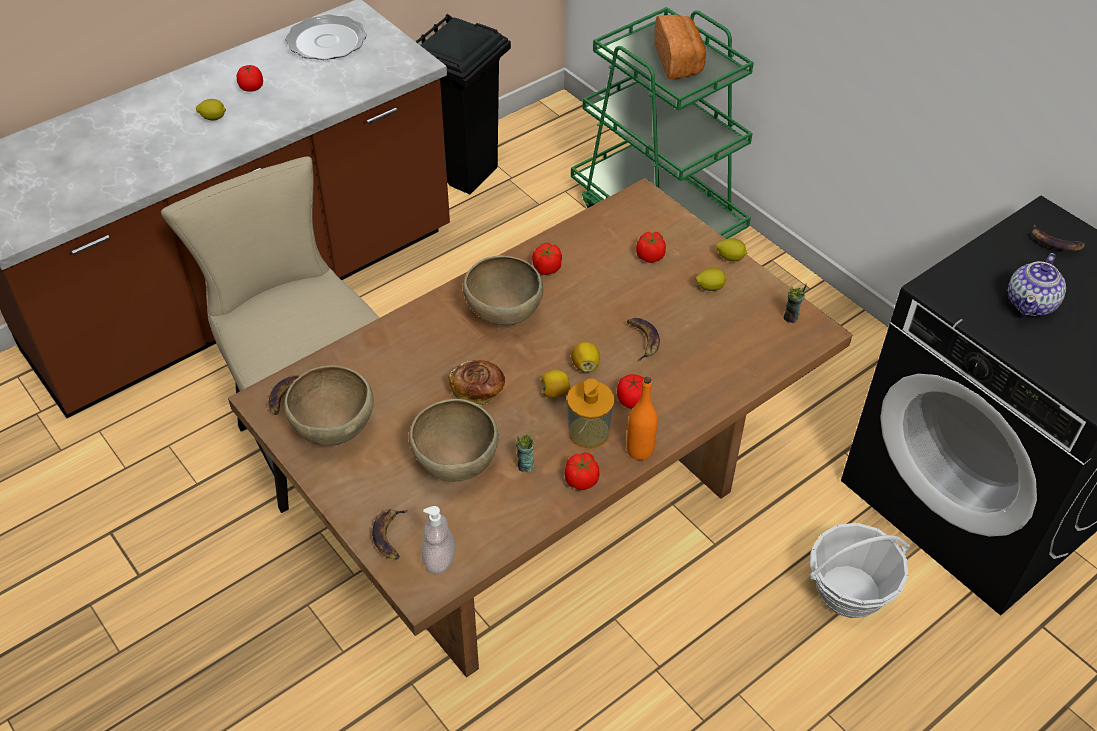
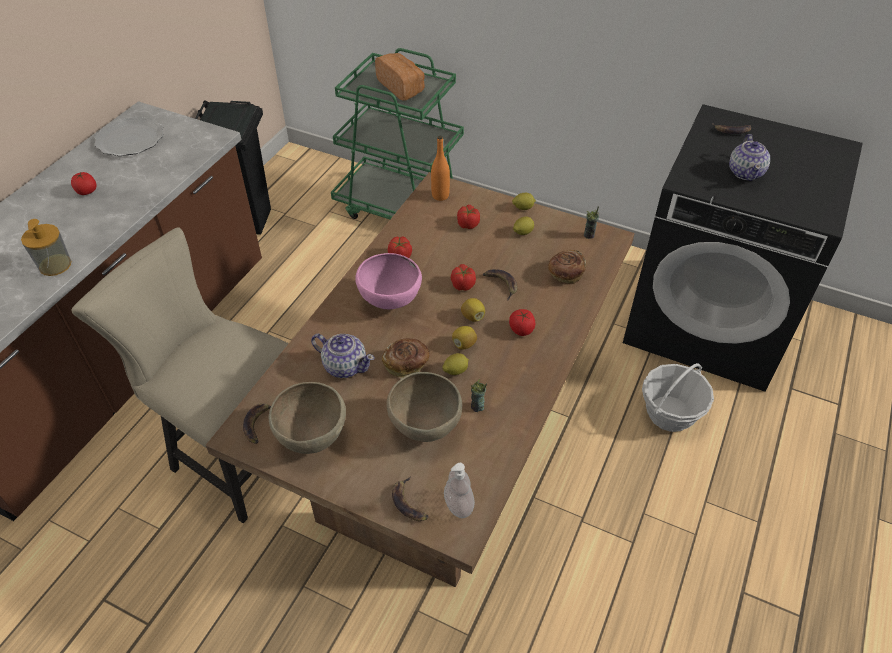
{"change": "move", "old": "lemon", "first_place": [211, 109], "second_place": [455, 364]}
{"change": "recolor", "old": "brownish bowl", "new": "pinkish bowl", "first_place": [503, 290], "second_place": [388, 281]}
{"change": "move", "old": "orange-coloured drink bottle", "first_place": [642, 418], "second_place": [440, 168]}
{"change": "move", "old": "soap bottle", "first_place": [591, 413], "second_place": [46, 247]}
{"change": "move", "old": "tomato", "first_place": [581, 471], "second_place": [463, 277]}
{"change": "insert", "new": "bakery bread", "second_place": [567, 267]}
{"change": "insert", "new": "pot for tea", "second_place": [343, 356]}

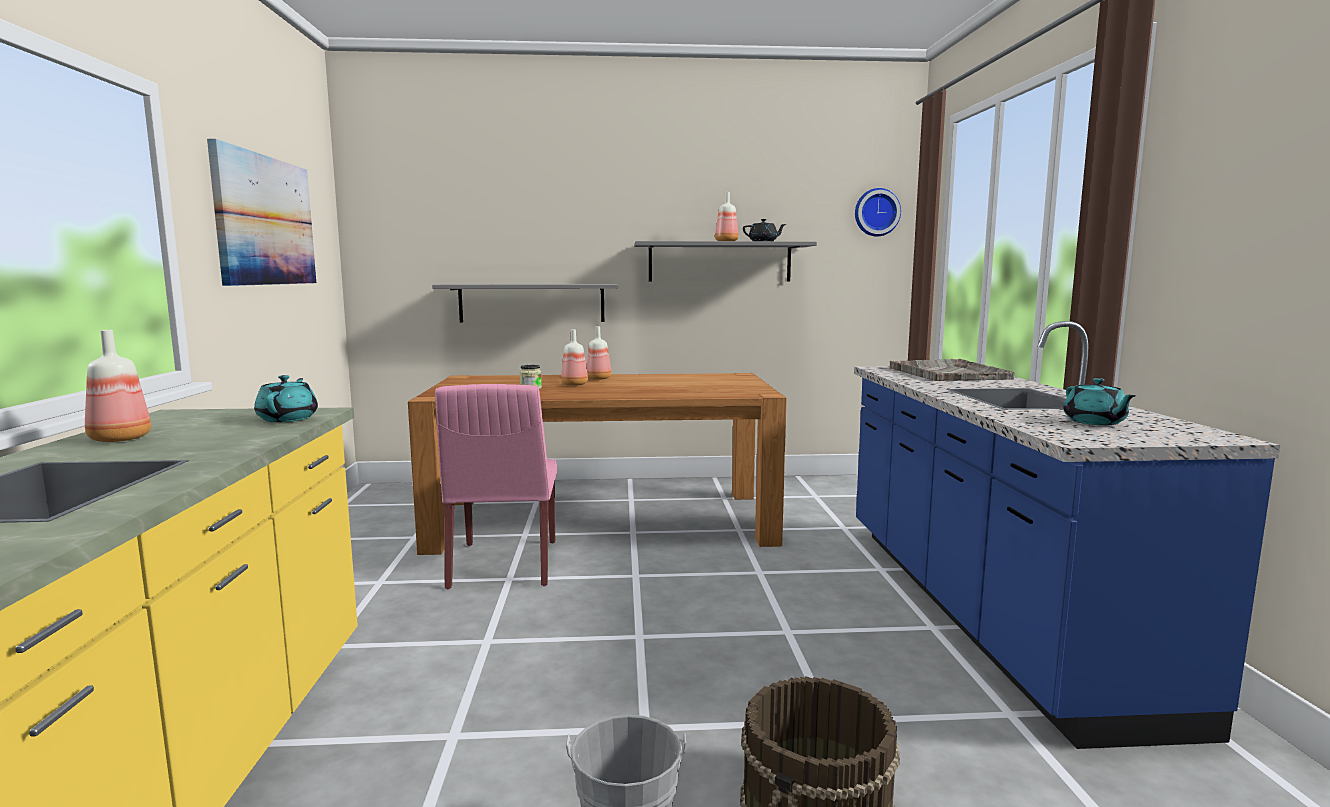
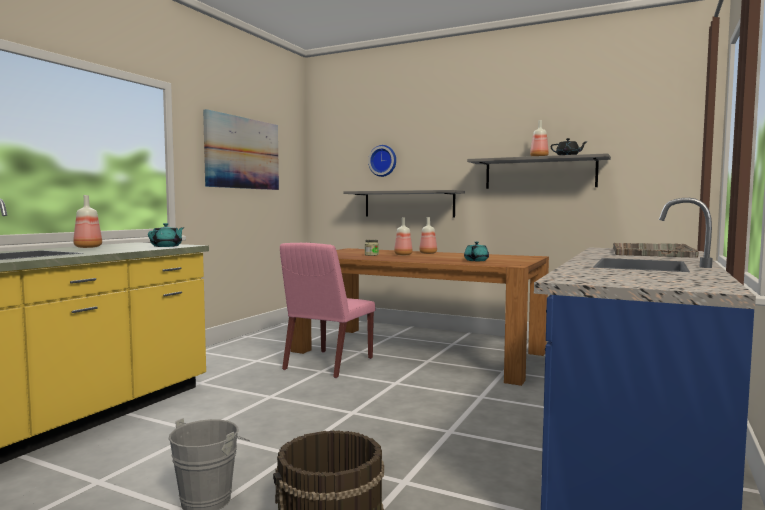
{"change": "move", "old": "clock on the wall", "first_place": [878, 212], "second_place": [382, 161]}
{"change": "move", "old": "turquoise-coloured pot for tea", "first_place": [1099, 401], "second_place": [476, 251]}

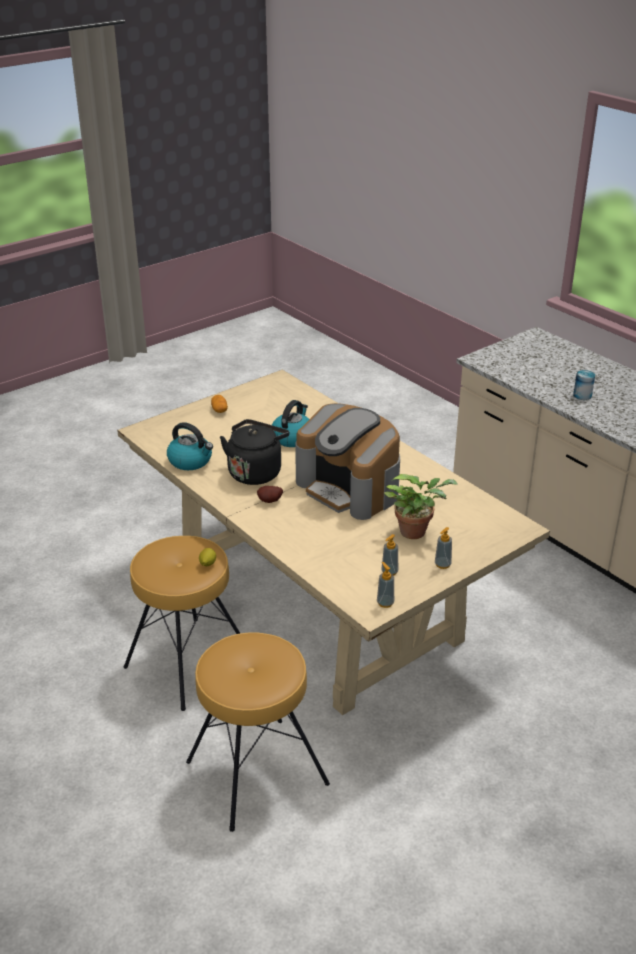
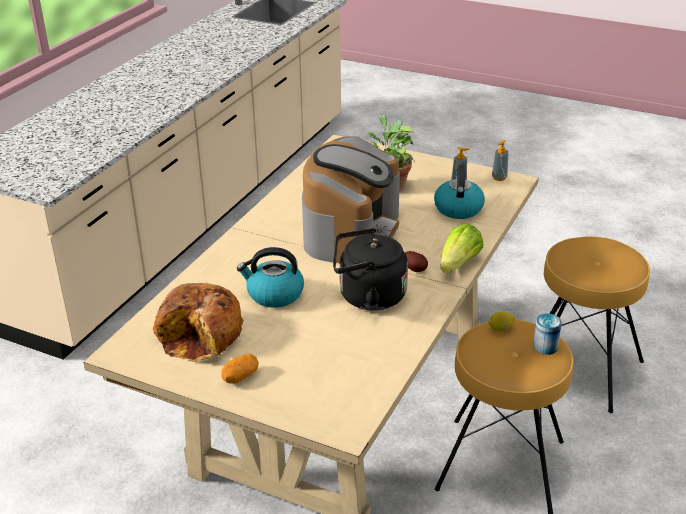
{"change": "move", "old": "sealed can", "first_place": [584, 385], "second_place": [547, 334]}
{"change": "move", "old": "water kettle", "first_place": [190, 446], "second_place": [459, 191]}
{"change": "delete", "old": "soap bottle", "first_place": [443, 548]}
{"change": "insert", "new": "lettuce", "second_place": [461, 248]}
{"change": "insert", "new": "bakery bread", "second_place": [198, 322]}

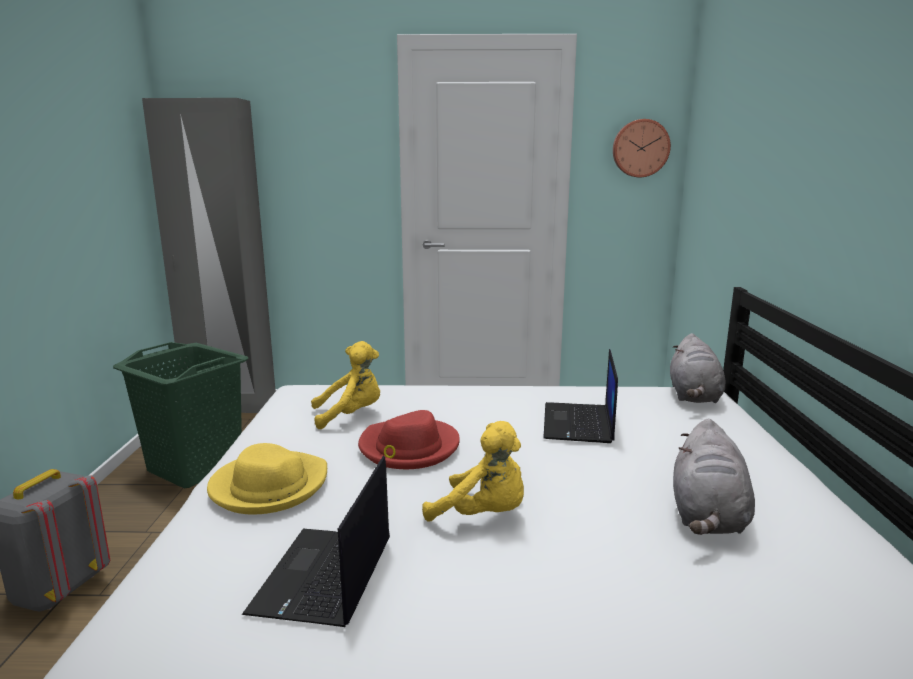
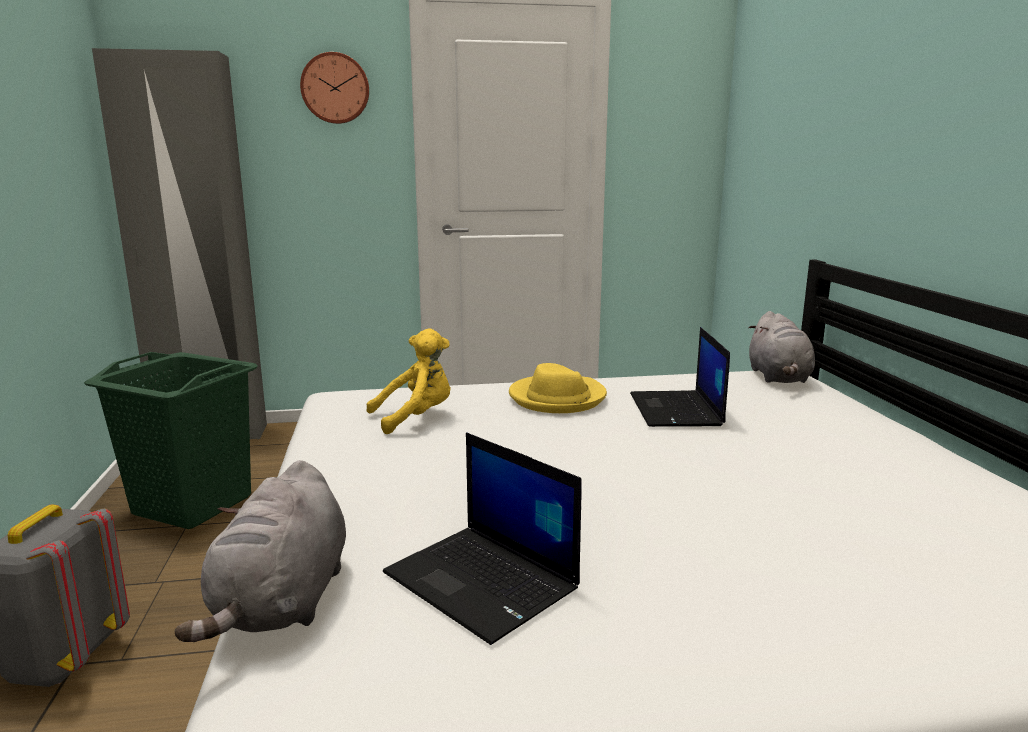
{"change": "move", "old": "clock on the wall", "first_place": [642, 148], "second_place": [334, 88]}
{"change": "delete", "old": "red hat", "first_place": [409, 439]}
{"change": "move", "old": "grey plush toy", "first_place": [714, 477], "second_place": [260, 551]}
{"change": "delete", "old": "yellow-coloured plush toy", "first_place": [473, 471]}
{"change": "move", "old": "yellow-coloured hat", "first_place": [267, 478], "second_place": [558, 388]}
{"change": "rotate", "old": "laptop", "first_place": [316, 541], "second_place": [482, 538], "degrees": -45}

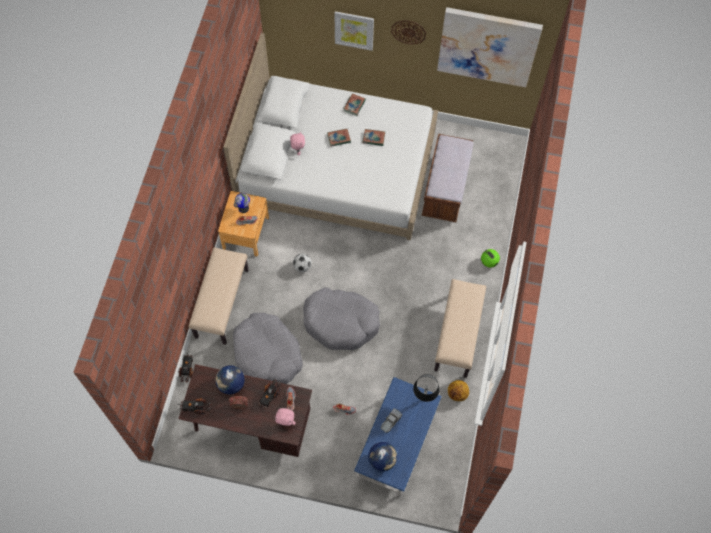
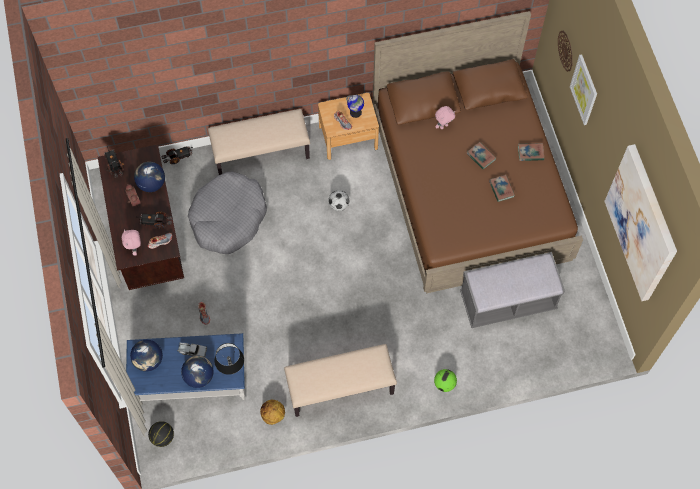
{"change": "move", "old": "clock on the wall", "first_place": [408, 32], "second_place": [565, 51]}
{"change": "recolor", "old": "whitish bedroom bed", "new": "brownish bedroom bed", "first_place": [330, 136], "second_place": [478, 152]}
{"change": "recolor", "old": "brownish bench", "new": "grey bench", "first_place": [448, 178], "second_place": [512, 290]}
{"change": "delete", "old": "grey pet bed", "first_place": [341, 318]}
{"change": "insert", "new": "desk globe", "second_place": [197, 372]}
{"change": "insert", "new": "basketball", "second_place": [161, 434]}

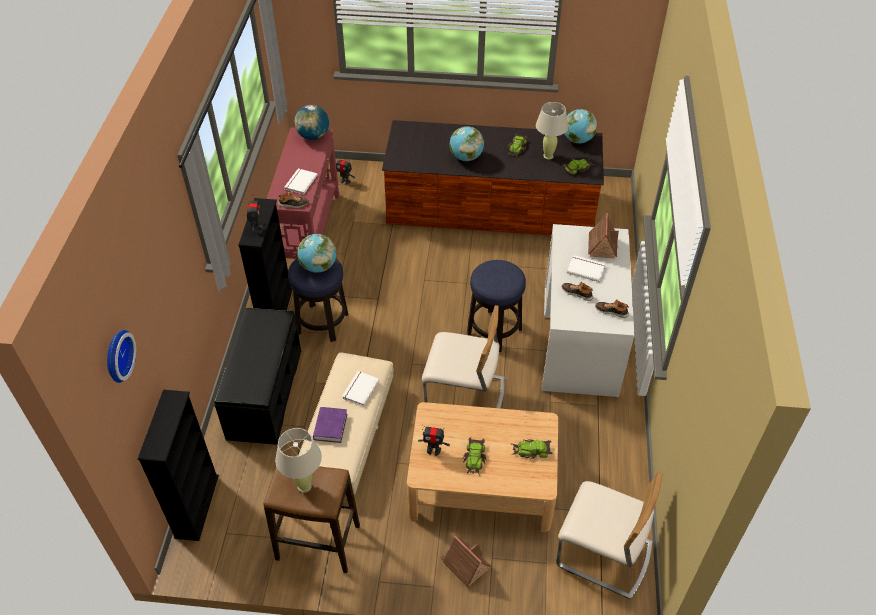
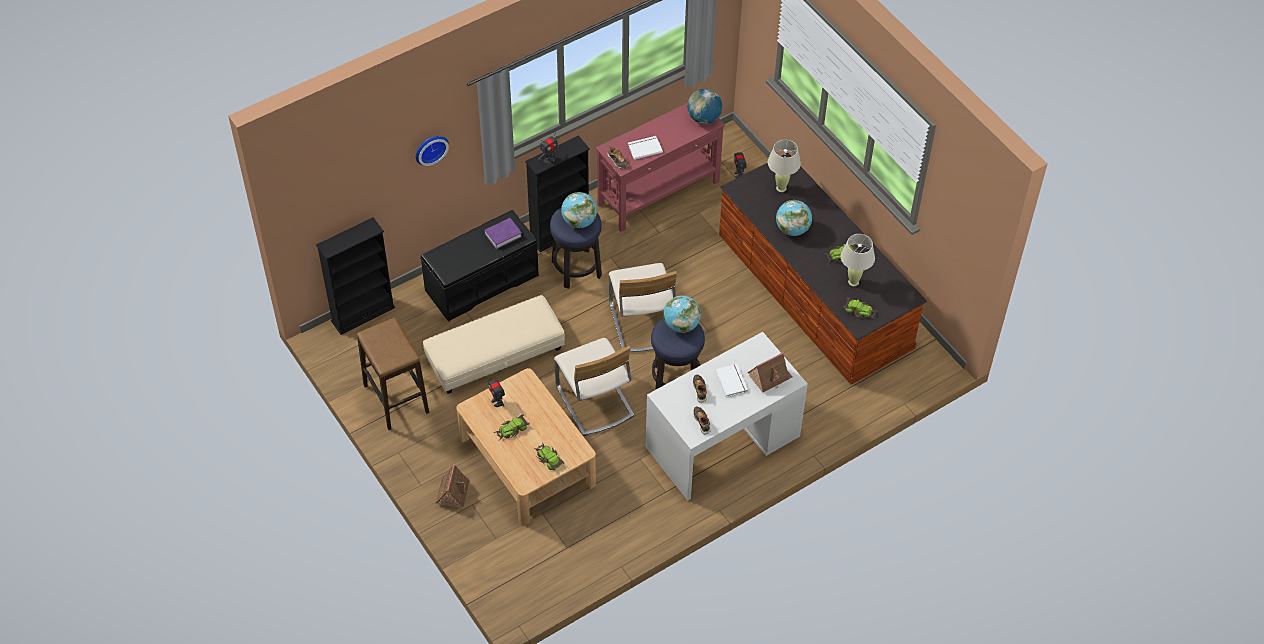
{"change": "move", "old": "desk globe", "first_place": [580, 126], "second_place": [682, 314]}
{"change": "move", "old": "clock on the wall", "first_place": [121, 356], "second_place": [432, 151]}
{"change": "delete", "old": "whitish volume", "first_place": [361, 388]}
{"change": "move", "old": "purple-coloured volume", "first_place": [330, 425], "second_place": [503, 233]}
{"change": "move", "old": "sand-coloured lamp for a table", "first_place": [298, 460], "second_place": [784, 166]}
{"change": "move", "old": "sand-coloured upright chair", "first_place": [609, 535], "second_place": [643, 307]}

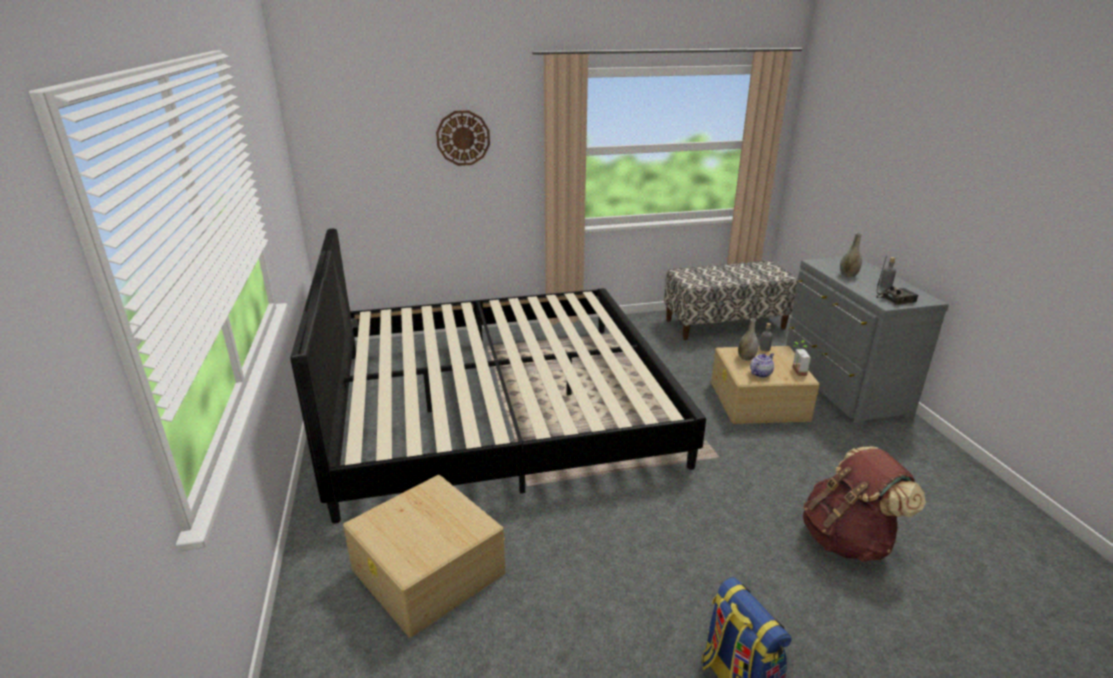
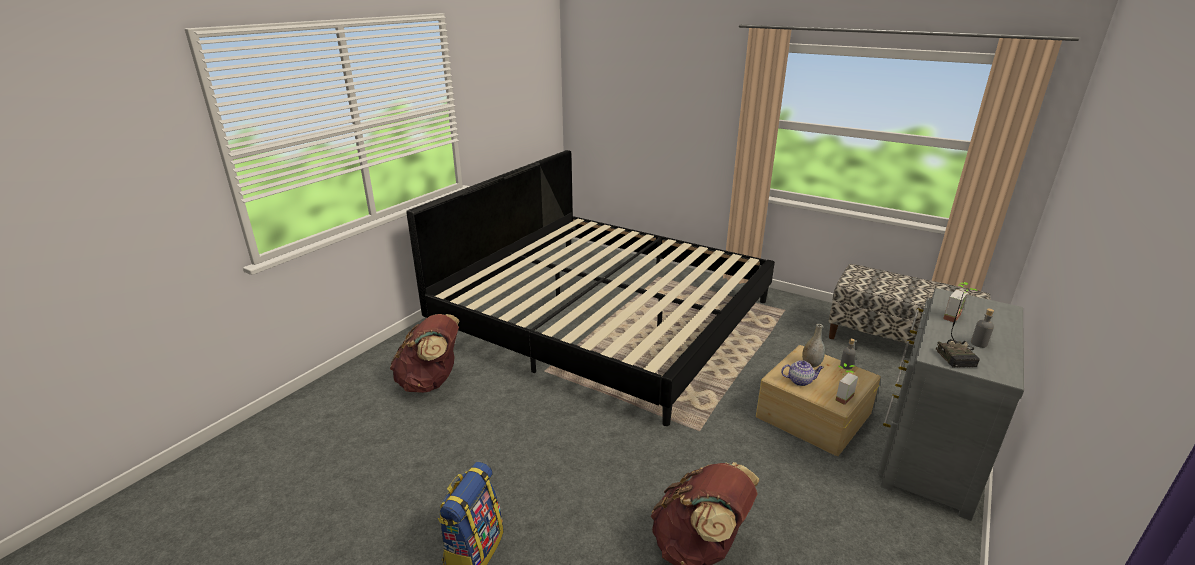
{"change": "delete", "old": "clock on the wall", "first_place": [463, 138]}
{"change": "replace", "old": "grey vase", "new": "houseplant", "first_place": [851, 255], "second_place": [960, 302]}
{"change": "rotate", "old": "radio receiver", "first_place": [897, 280], "second_place": [957, 330], "degrees": 60}
{"change": "replace", "old": "sand-coloured storage container", "new": "brownish backpack", "first_place": [424, 556], "second_place": [424, 353]}

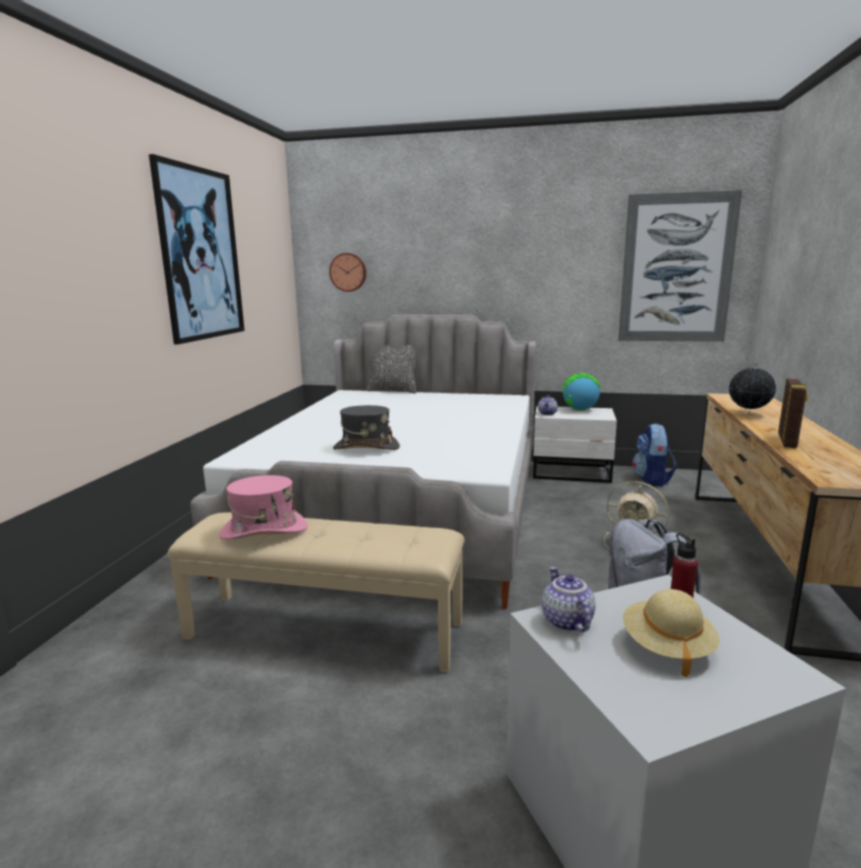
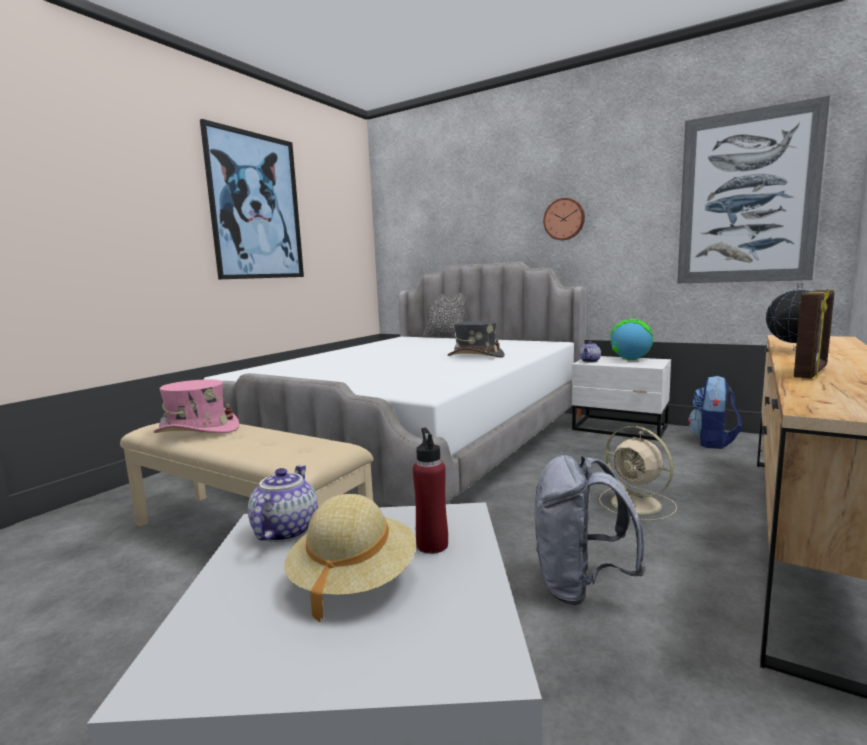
{"change": "move", "old": "clock on the wall", "first_place": [347, 272], "second_place": [564, 219]}
{"change": "move", "old": "grey hat", "first_place": [366, 427], "second_place": [476, 339]}

